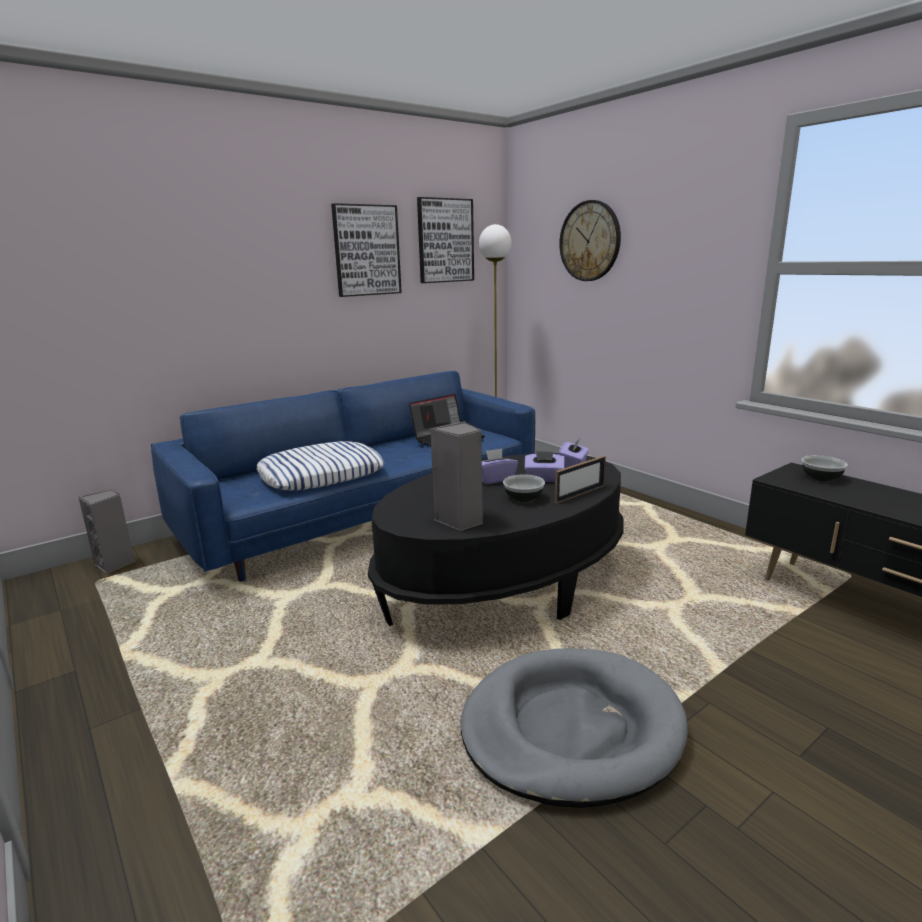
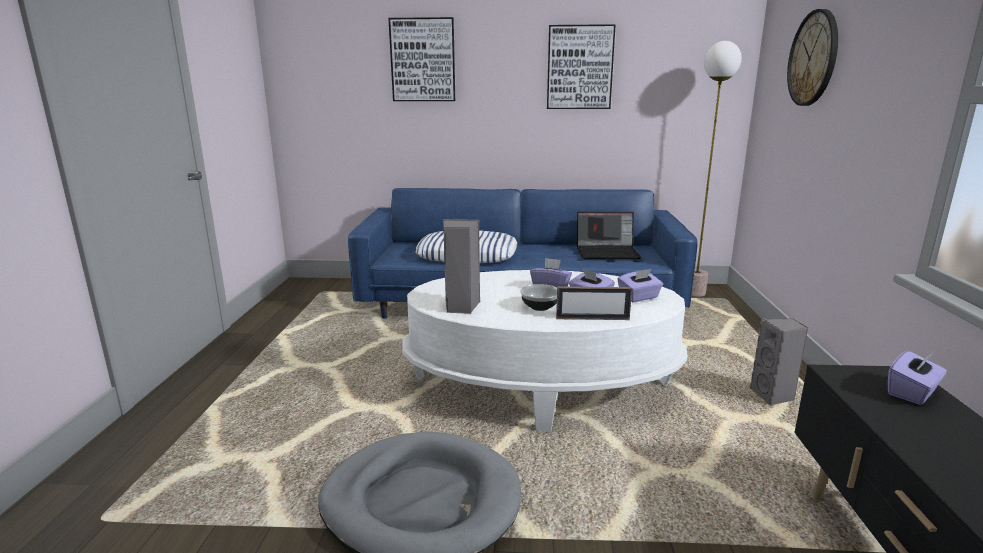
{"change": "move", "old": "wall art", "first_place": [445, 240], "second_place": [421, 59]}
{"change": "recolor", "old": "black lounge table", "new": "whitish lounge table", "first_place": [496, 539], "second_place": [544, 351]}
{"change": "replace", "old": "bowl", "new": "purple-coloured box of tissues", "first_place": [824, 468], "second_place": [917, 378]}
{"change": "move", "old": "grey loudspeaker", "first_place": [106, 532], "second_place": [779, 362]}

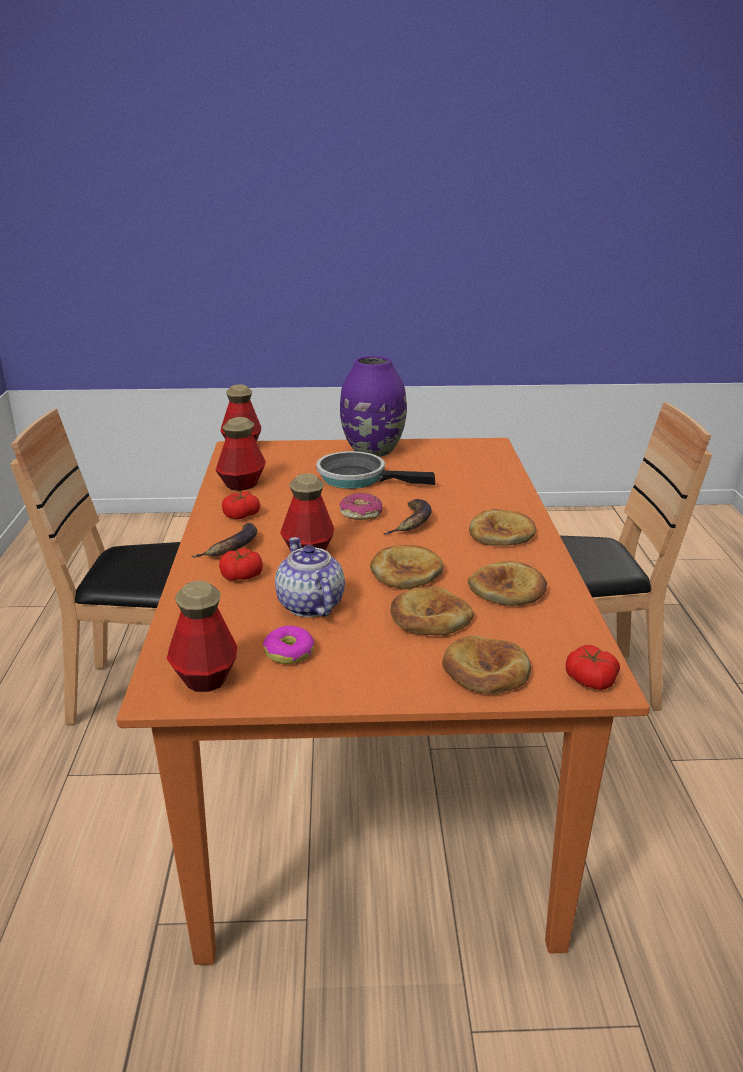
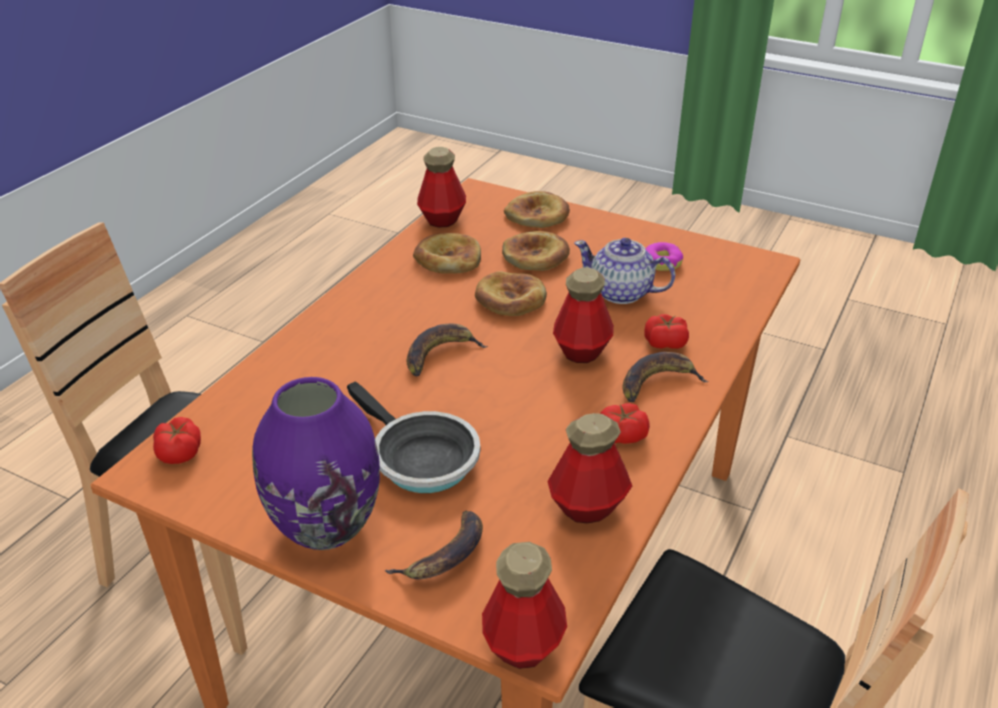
{"change": "delete", "old": "ring doughnut", "first_place": [361, 506]}
{"change": "delete", "old": "bakery bread", "first_place": [502, 527]}
{"change": "rotate", "old": "pot for tea", "first_place": [310, 577], "second_place": [624, 271], "degrees": 105}
{"change": "move", "old": "drink bottle", "first_place": [202, 636], "second_place": [441, 187]}
{"change": "move", "old": "tomato", "first_place": [593, 667], "second_place": [177, 440]}
{"change": "insert", "new": "whole banana", "second_place": [434, 545]}

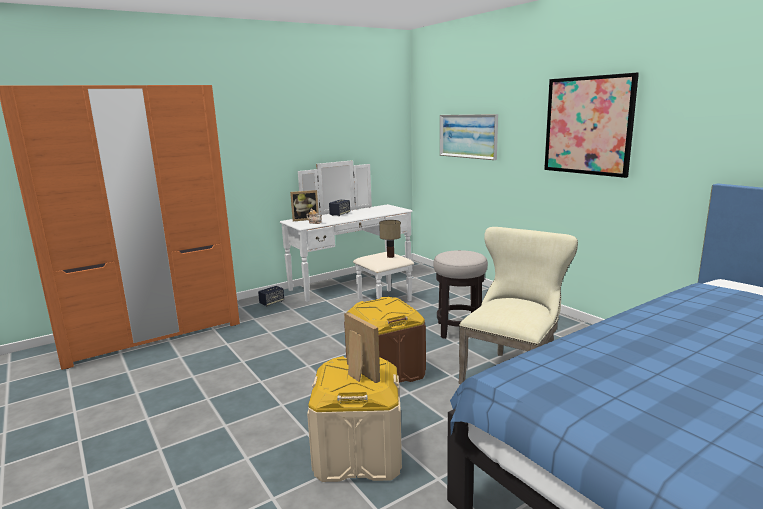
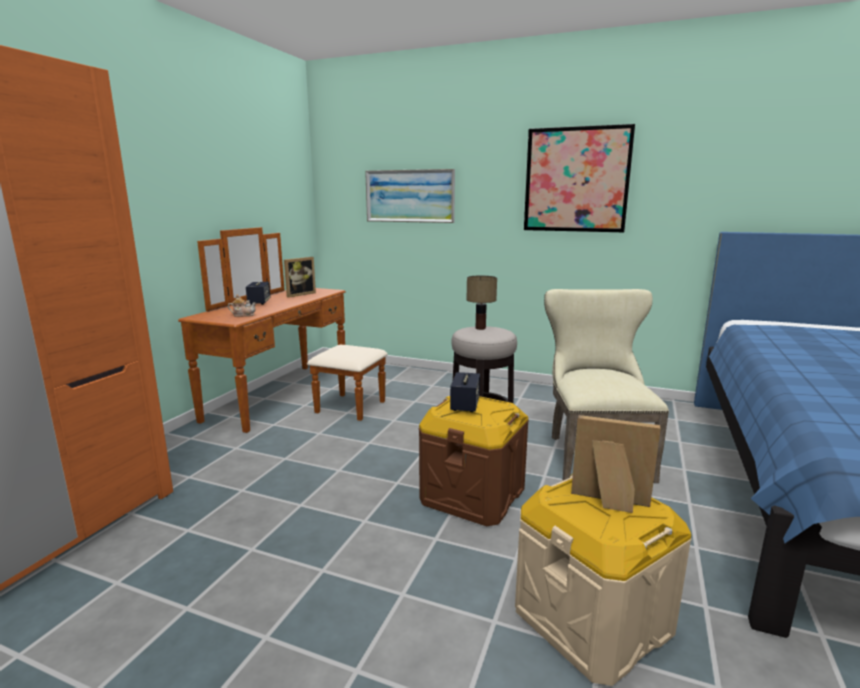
{"change": "recolor", "old": "whitish chest of drawers", "new": "brownish chest of drawers", "first_place": [347, 231], "second_place": [283, 330]}
{"change": "move", "old": "picture frame", "first_place": [304, 205], "second_place": [300, 277]}
{"change": "move", "old": "lamp for a table", "first_place": [390, 239], "second_place": [481, 302]}
{"change": "move", "old": "loudspeaker", "first_place": [271, 296], "second_place": [465, 392]}

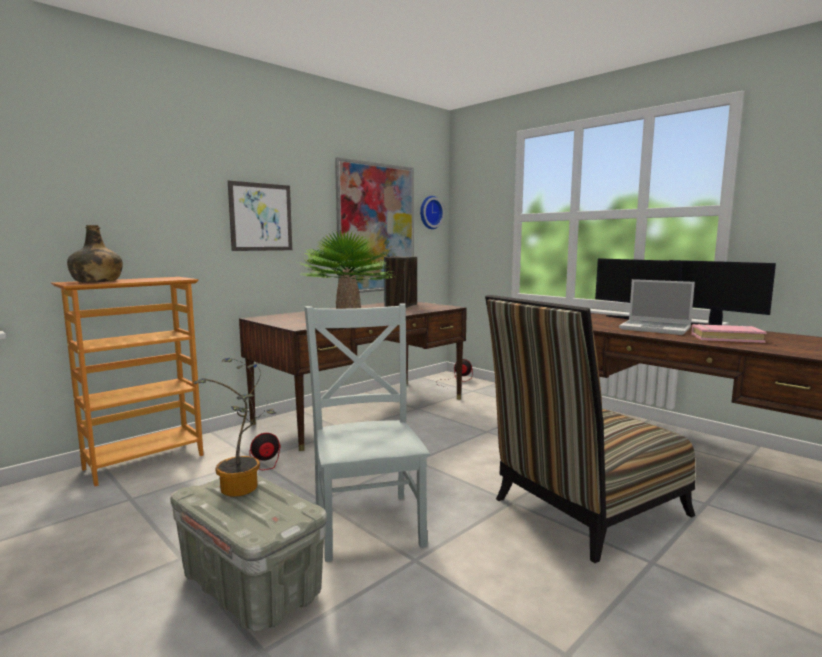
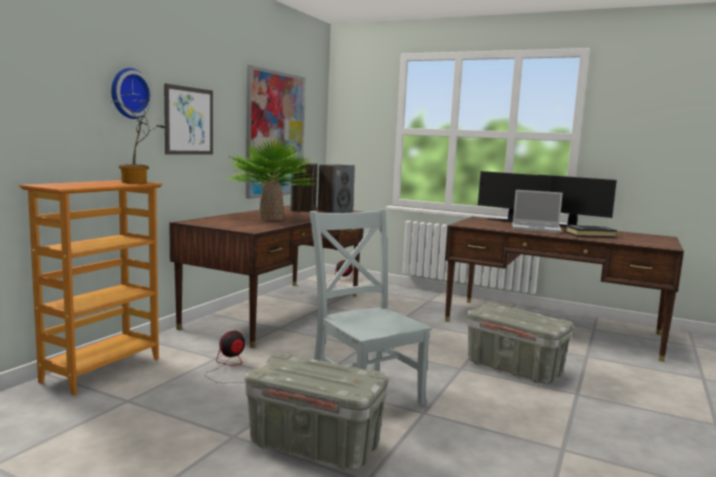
{"change": "move", "old": "clock on the wall", "first_place": [432, 212], "second_place": [132, 93]}
{"change": "delete", "old": "green drink bottle", "first_place": [95, 254]}
{"change": "replace", "old": "upright chair", "new": "grey storage container", "first_place": [590, 429], "second_place": [520, 343]}
{"change": "recolor", "old": "pinkish volume", "new": "black volume", "first_place": [729, 333], "second_place": [591, 231]}
{"change": "move", "old": "houseplant", "first_place": [235, 427], "second_place": [138, 138]}
{"change": "insert", "new": "loudspeaker", "second_place": [336, 188]}

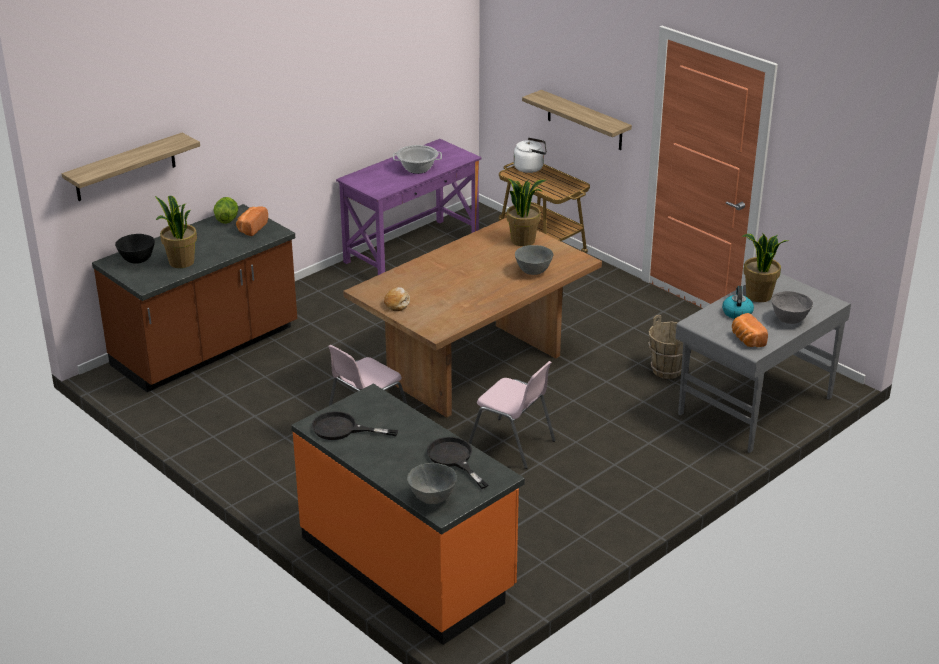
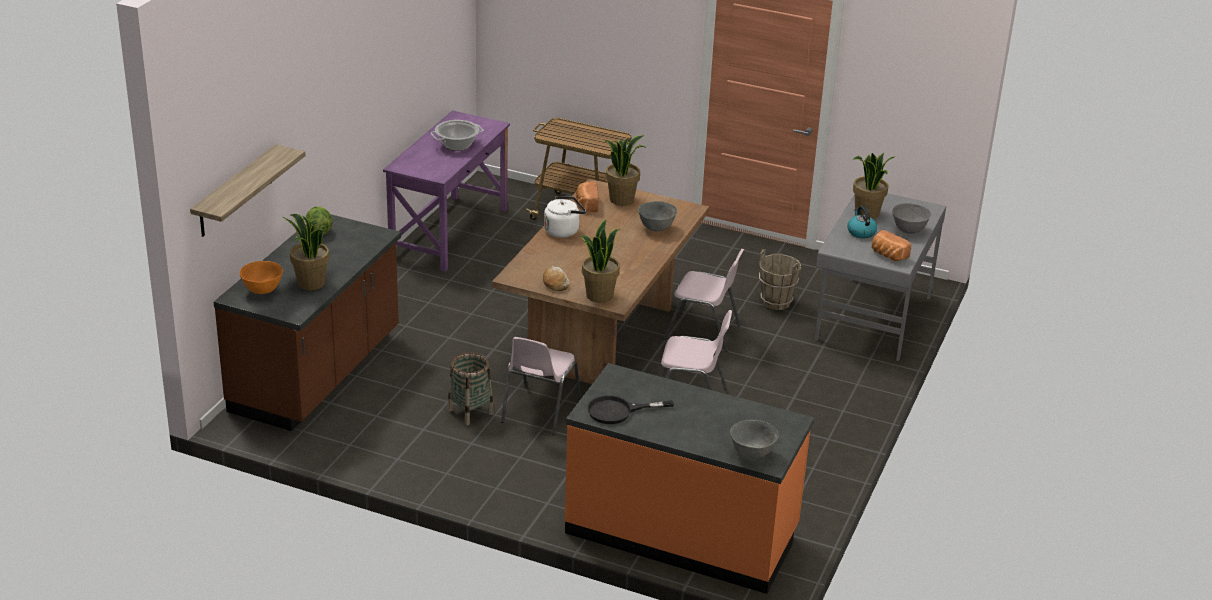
{"change": "delete", "old": "wall shelf", "first_place": [577, 120]}
{"change": "move", "old": "whitish water kettle", "first_place": [530, 155], "second_place": [565, 217]}
{"change": "move", "old": "bakery bread", "first_place": [252, 221], "second_place": [587, 196]}
{"change": "recolor", "old": "black bowl", "new": "orange-coloured bowl", "first_place": [135, 249], "second_place": [261, 277]}
{"change": "delete", "old": "black pan", "first_place": [457, 463]}
{"change": "insert", "new": "houseplant", "second_place": [600, 261]}
{"change": "insert", "new": "pinkish upright chair", "second_place": [704, 300]}
{"change": "insert", "new": "storage basket", "second_place": [470, 388]}

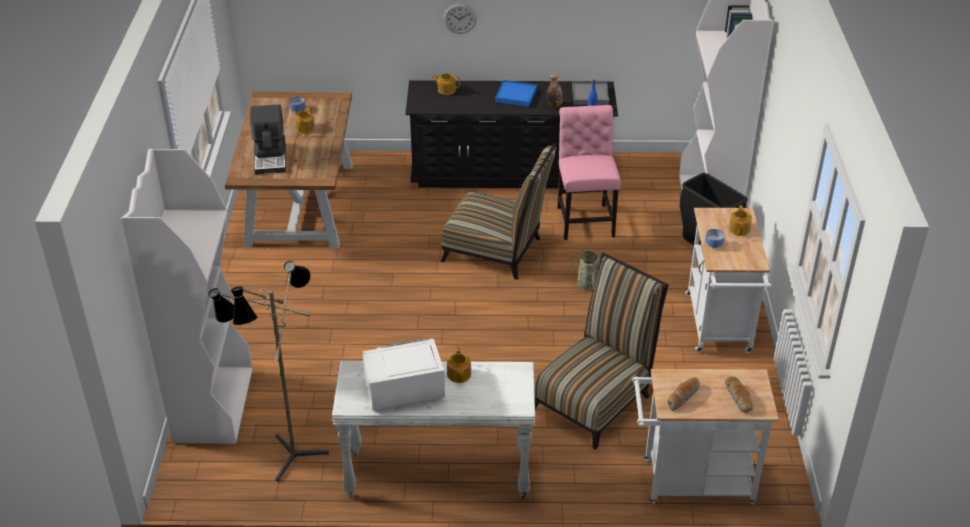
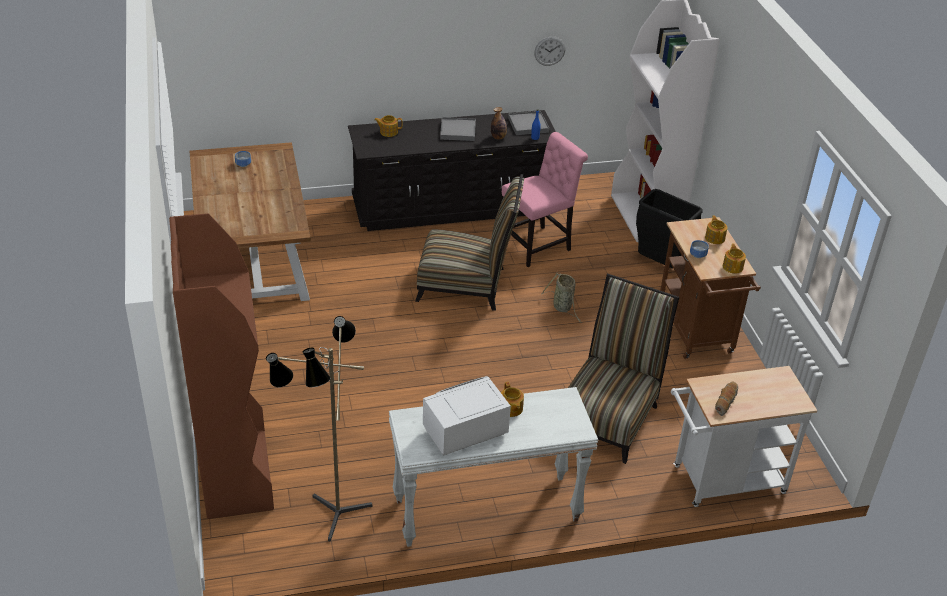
{"change": "move", "old": "clock on the wall", "first_place": [459, 19], "second_place": [549, 51]}
{"change": "recolor", "old": "blue-coloured carrying tray", "new": "grey carrying tray", "first_place": [516, 93], "second_place": [458, 129]}
{"change": "delete", "old": "coffee brewer", "first_place": [268, 139]}
{"change": "rotate", "old": "pinkish upright chair", "first_place": [589, 172], "second_place": [545, 199], "degrees": 75}
{"change": "move", "old": "pot for tea", "first_place": [305, 120], "second_place": [734, 259]}
{"change": "recolor", "old": "whitish bookcase", "new": "brownish bookcase", "first_place": [187, 296], "second_place": [221, 366]}
{"change": "recolor", "old": "whitish trolley", "new": "brownish trolley", "first_place": [728, 280], "second_place": [710, 288]}
{"change": "delete", "old": "bakery bread", "first_place": [739, 394]}

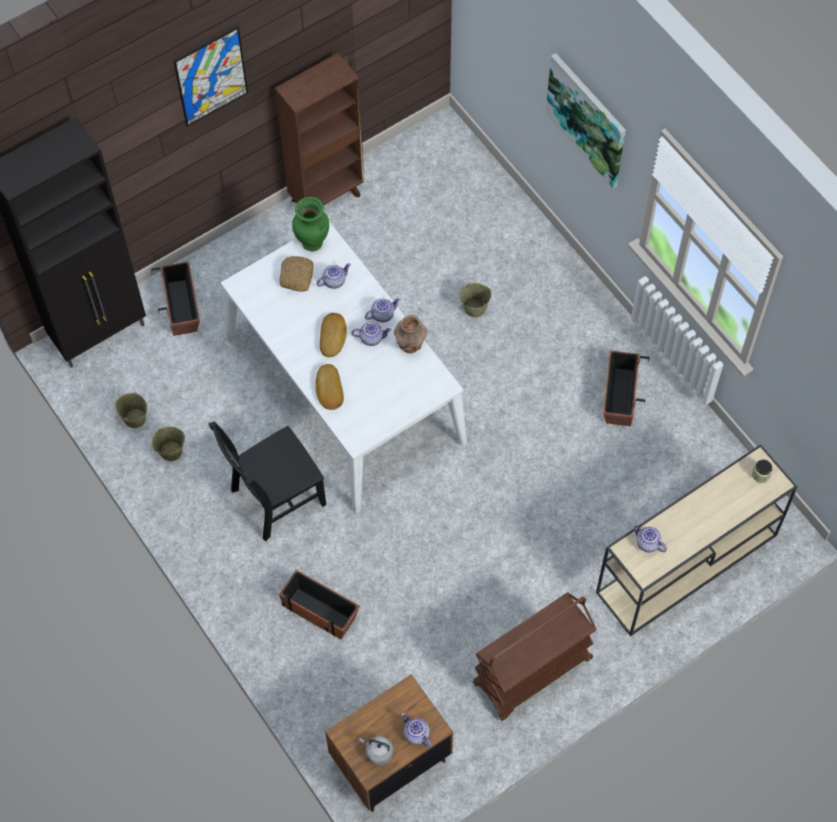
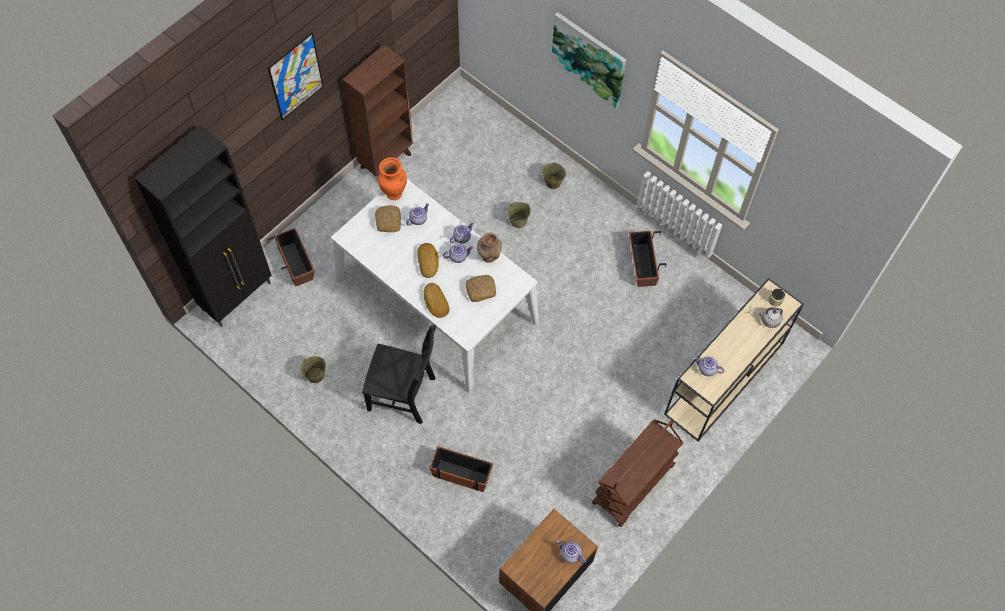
{"change": "recolor", "old": "green vase", "new": "orange-coloured vase", "first_place": [310, 224], "second_place": [392, 178]}
{"change": "move", "old": "sand-coloured pail", "first_place": [131, 410], "second_place": [554, 175]}
{"change": "rotate", "old": "black upright chair", "first_place": [267, 481], "second_place": [399, 374], "degrees": -120}
{"change": "move", "old": "grey water kettle", "first_place": [376, 750], "second_place": [770, 317]}
{"change": "insert", "new": "bakery bread", "second_place": [480, 288]}

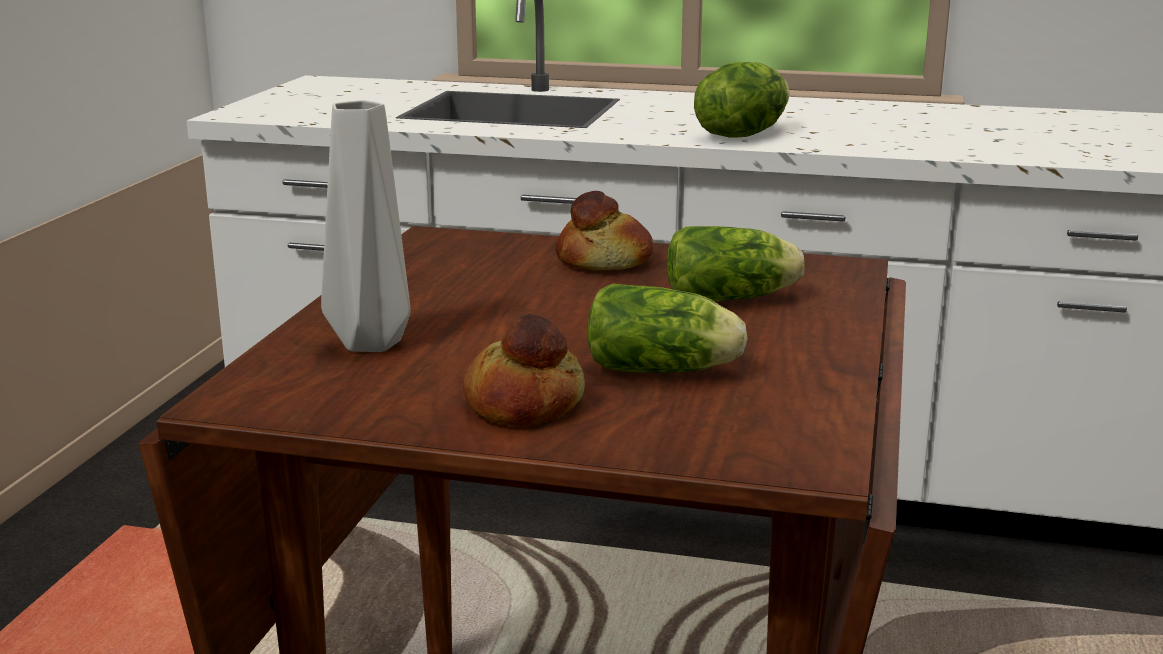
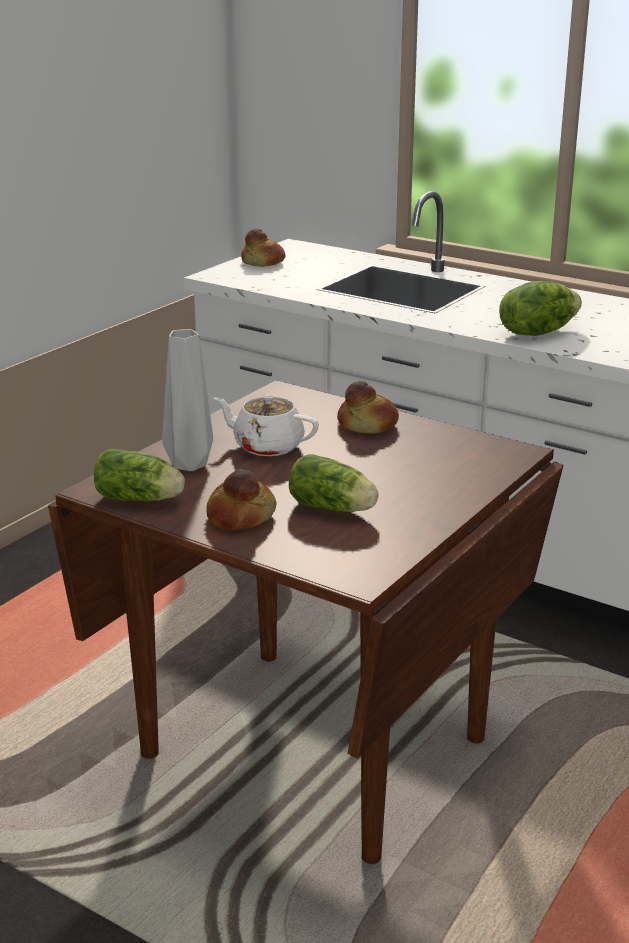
{"change": "move", "old": "lettuce", "first_place": [736, 263], "second_place": [139, 475]}
{"change": "insert", "new": "bakery bread", "second_place": [263, 247]}
{"change": "insert", "new": "whitish pot for tea", "second_place": [266, 425]}

